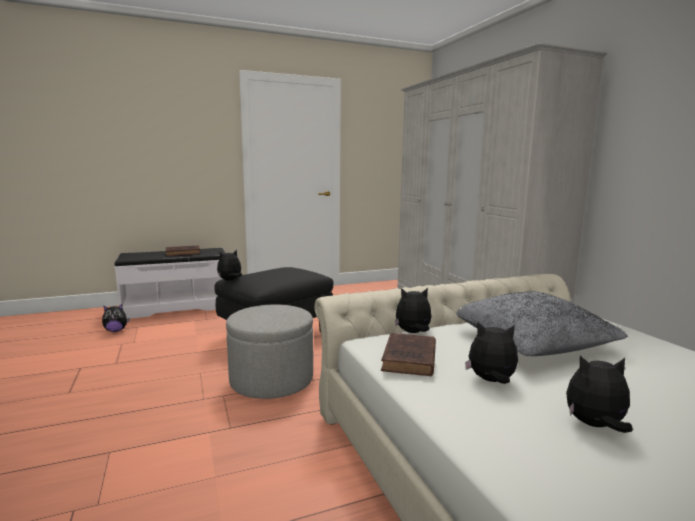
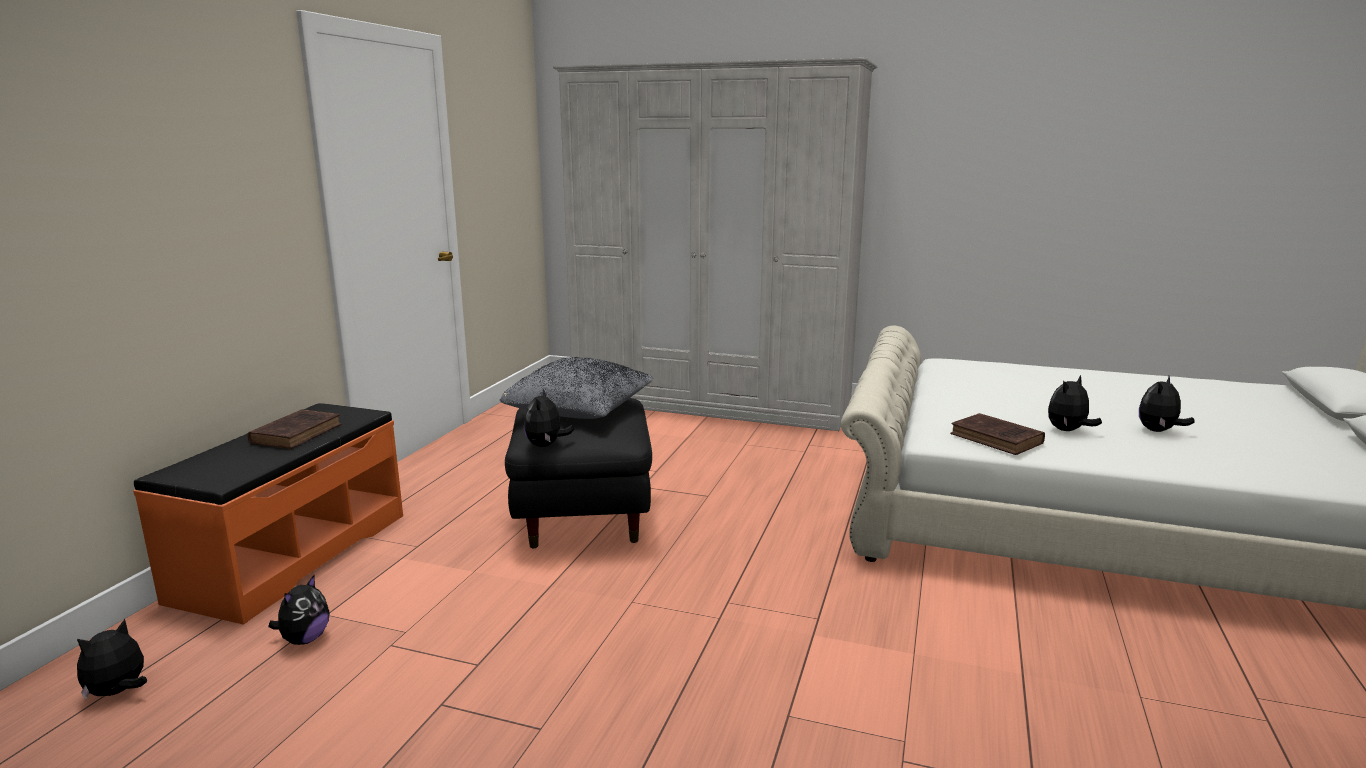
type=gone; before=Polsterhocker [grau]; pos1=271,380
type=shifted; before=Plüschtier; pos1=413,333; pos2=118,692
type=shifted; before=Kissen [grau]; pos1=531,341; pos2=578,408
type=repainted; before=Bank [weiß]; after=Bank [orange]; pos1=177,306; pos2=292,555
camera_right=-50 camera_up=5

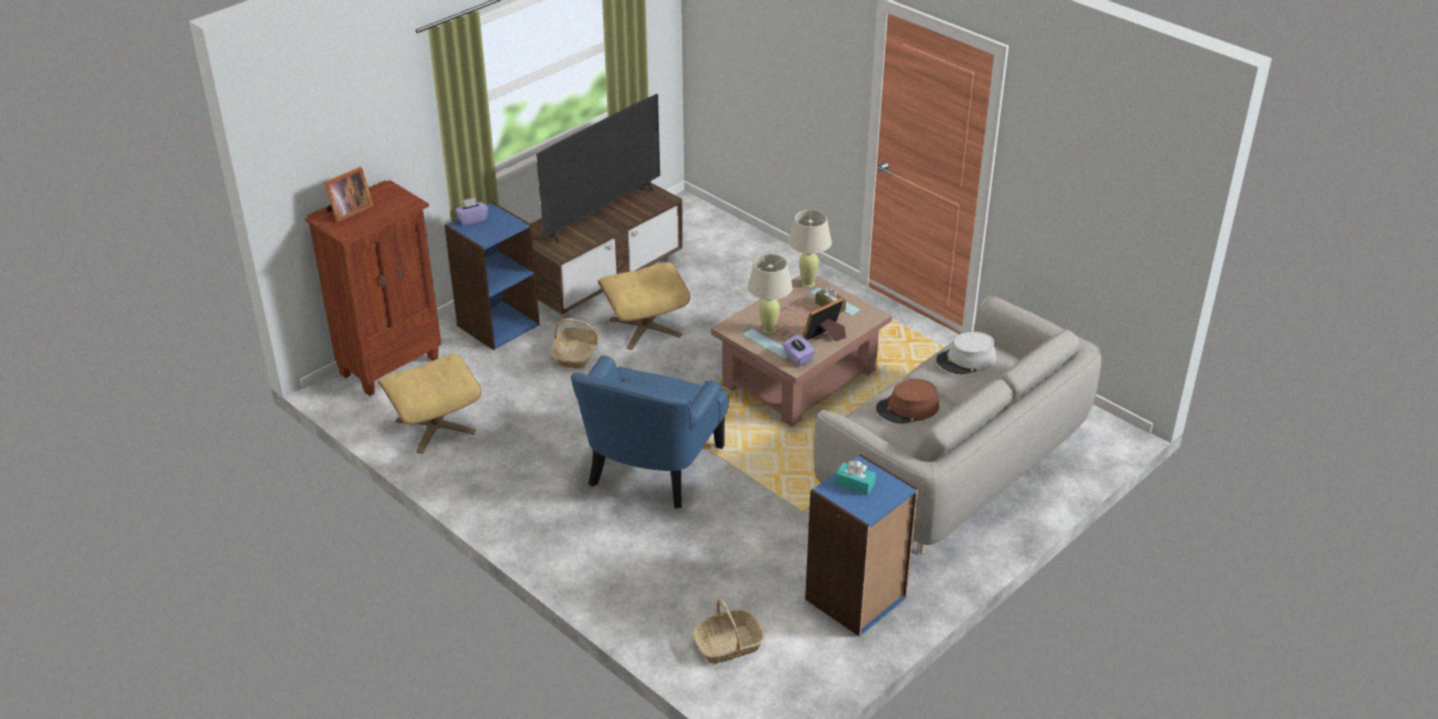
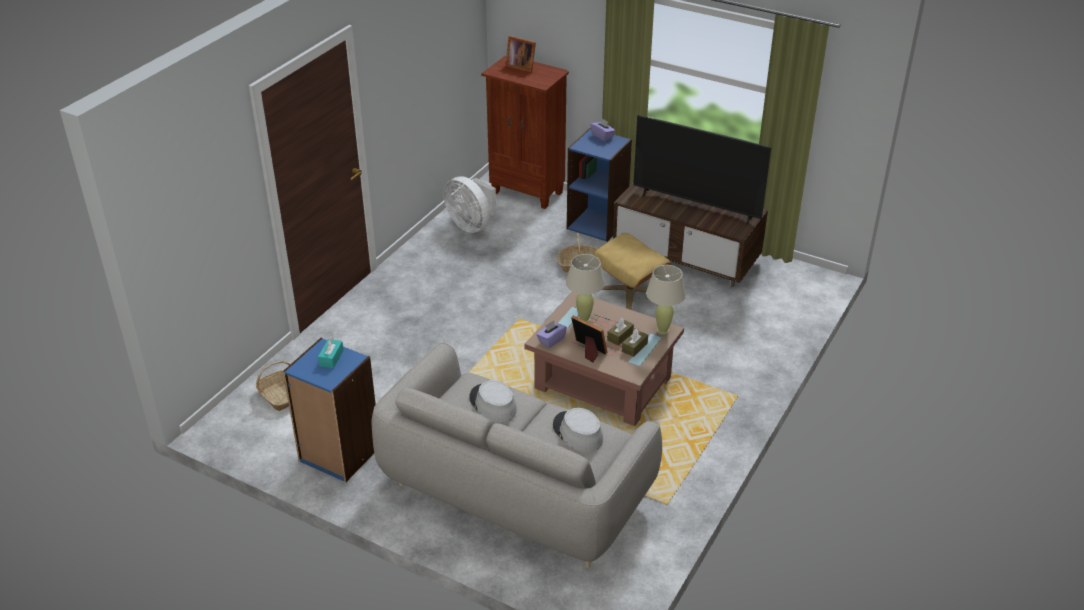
type=gone; before=Sessel [blau]; pos1=651,466
type=new; after=Taschentuchbox [braun]; pos2=620,336
type=swapped; before=Polsterhocker [beige]; after=Ventilator [weiß]; pos1=435,426; pos2=471,225
type=repainted; before=Hut [braun]; after=Hut [grau]; pos1=907,408; pos2=492,404
camera_right=75 camera_up=0

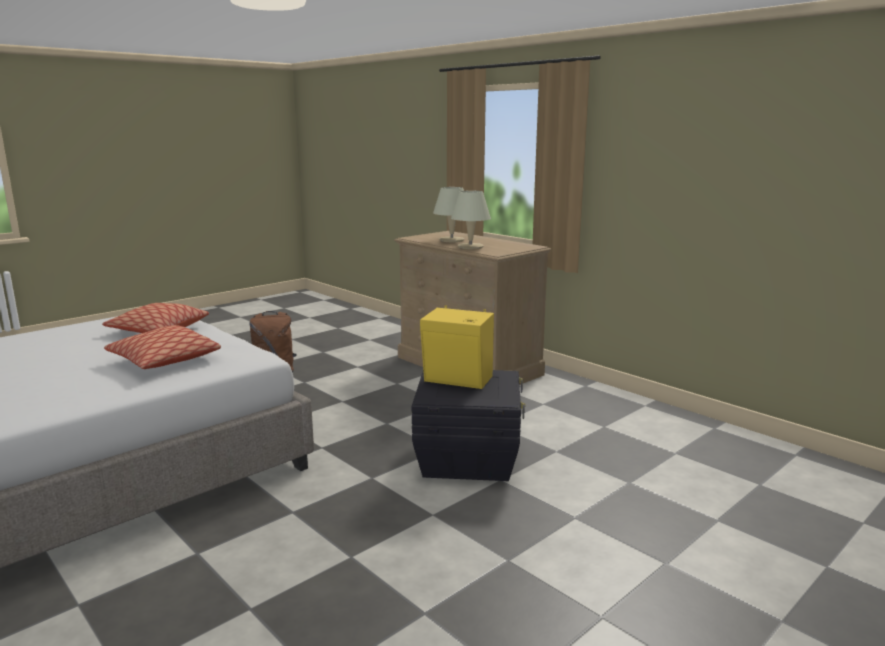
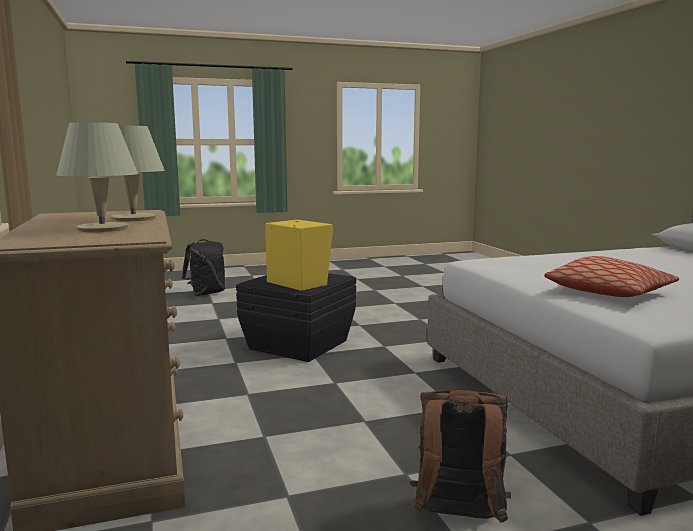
type=gone; before=Kissen; pos1=165,360
type=new; after=Rucksack [schwarz]; pos2=206,293
camera_right=-155 camera_up=-5

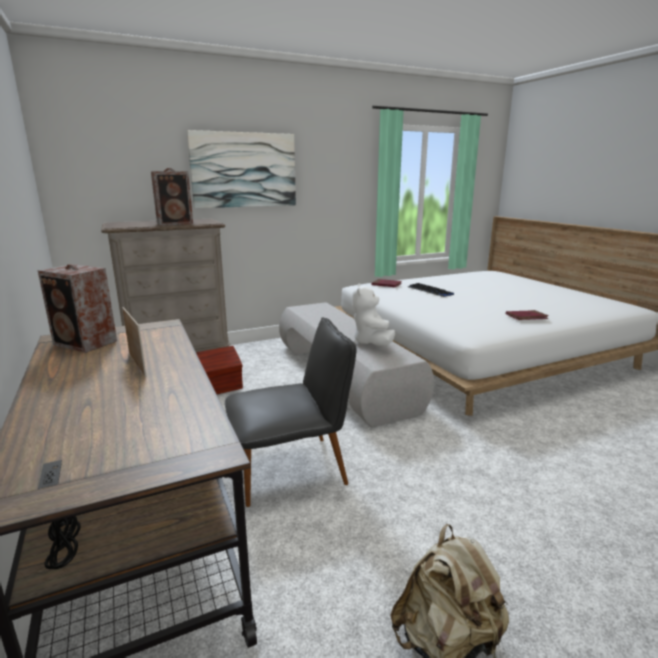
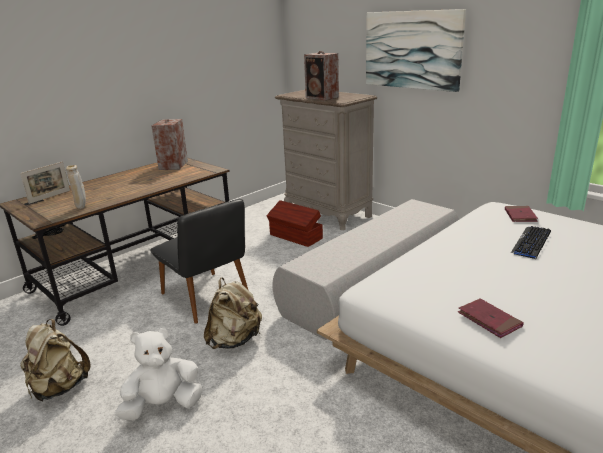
type=new; after=Vase [beige]; pos2=81,207
type=new; after=Rucksack [beige]; pos2=235,340
type=shifted; before=Bilderrahmen; pos1=137,364; pos2=50,197
type=shifted; before=Plüschtier [weiß]; pos1=372,343; pos2=163,405
camera_right=70 camera_up=5

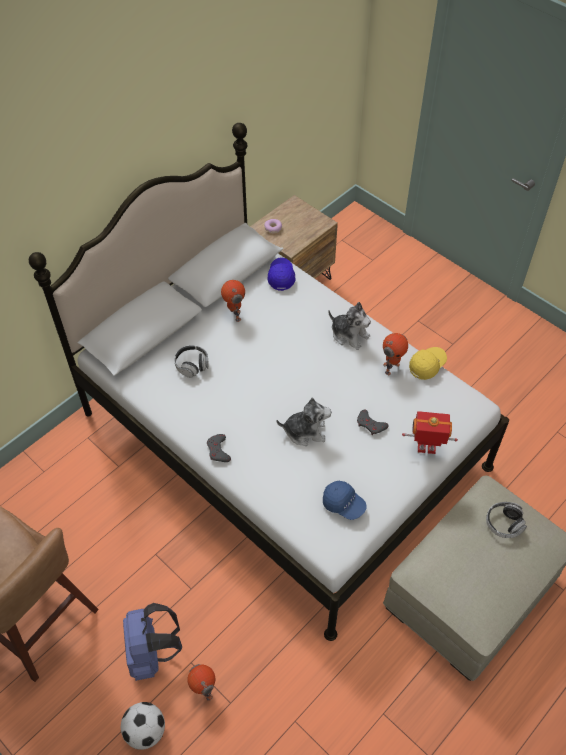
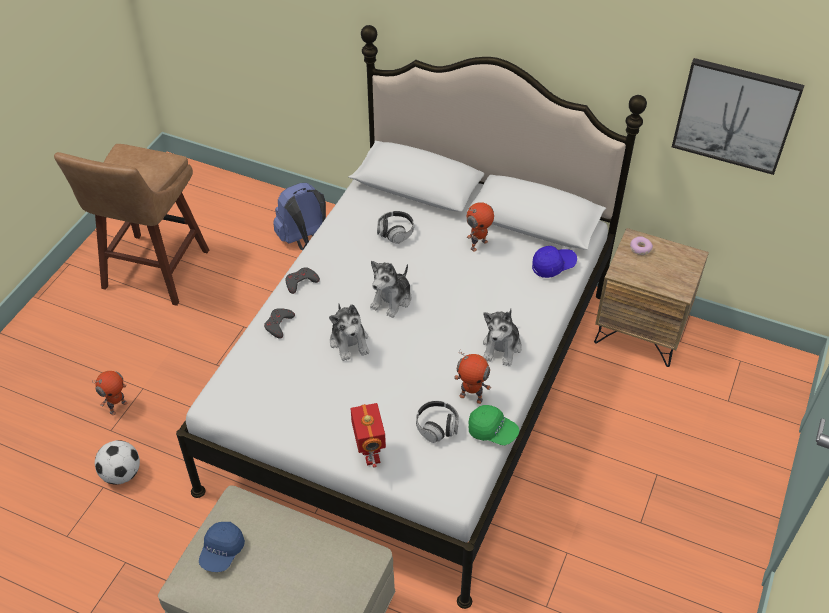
type=new; after=Plüschtier; pos2=392,299
type=new; after=Bild; pos2=735,115
type=shifted; before=Fußball; pos1=145,731; pos2=121,474
type=shifted; before=Rucksack [blau]; pos1=152,653; pos2=304,240
type=shifted; before=Kappe [blau]; pos1=343,504; pos2=222,551
type=shifted; before=Gamepad [grau]; pos1=370,424; pos2=278,324
type=shifted; before=Kopfhörer; pos1=503,524; pos2=437,427
type=repainted; before=Kappe [gelb]; after=Kappe [grün]; pos1=427,365; pos2=492,431
camera_right=70 camera_up=-5

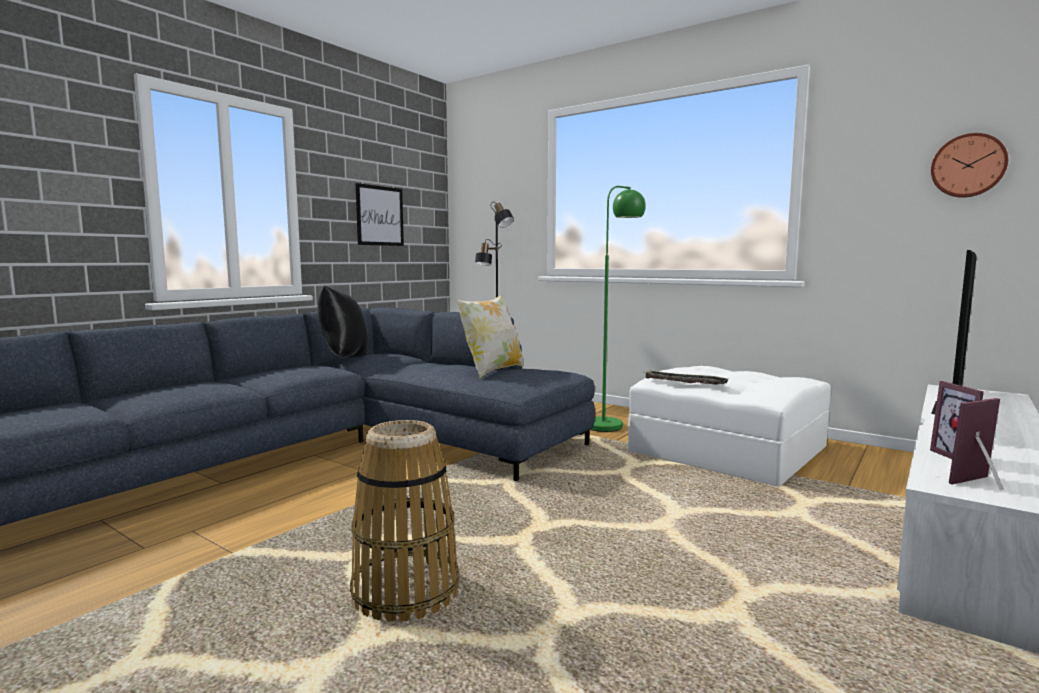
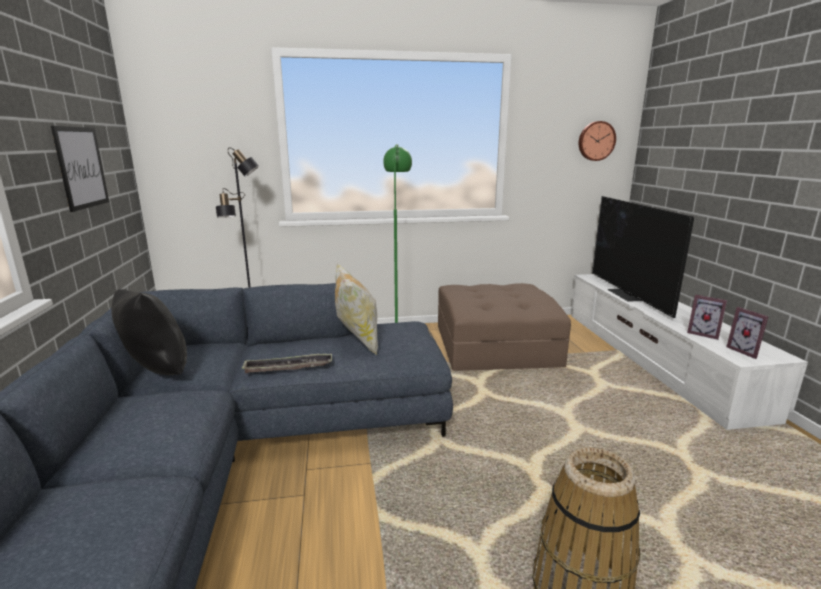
type=shifted; before=Tablett; pos1=684,382; pos2=288,367
type=repainted; before=Polsterhocker [weiß]; after=Polsterhocker [braun]; pos1=729,449; pos2=496,345
type=rotated; before=Bilderrahmen; pos1=983,485; pos2=746,351; turn=-45
camera_right=-45 camera_up=10

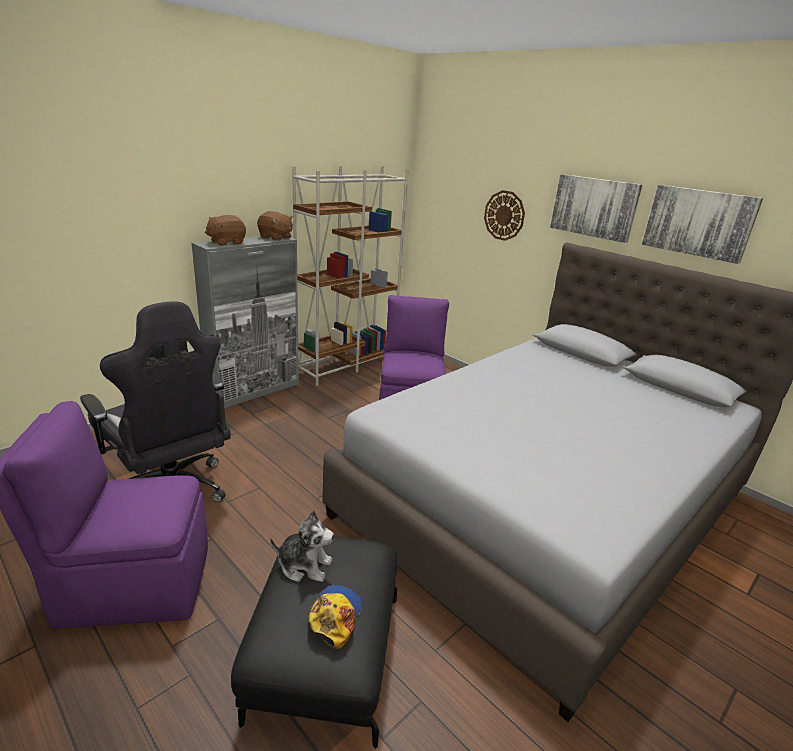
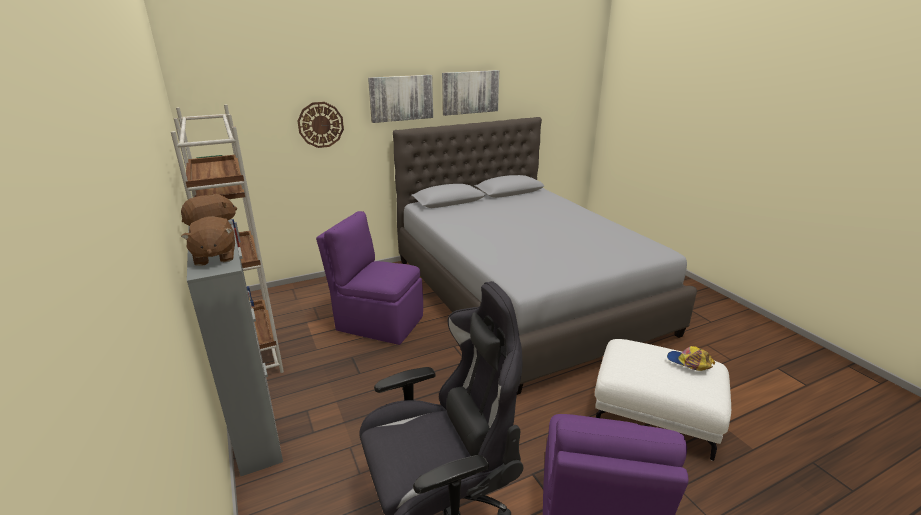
type=gone; before=Plüschtier; pos1=304,565
type=repainted; before=Polsterhocker [schwarz]; after=Polsterhocker [weiß]; pos1=324,655; pos2=654,415
camera_right=-70 camera_up=0

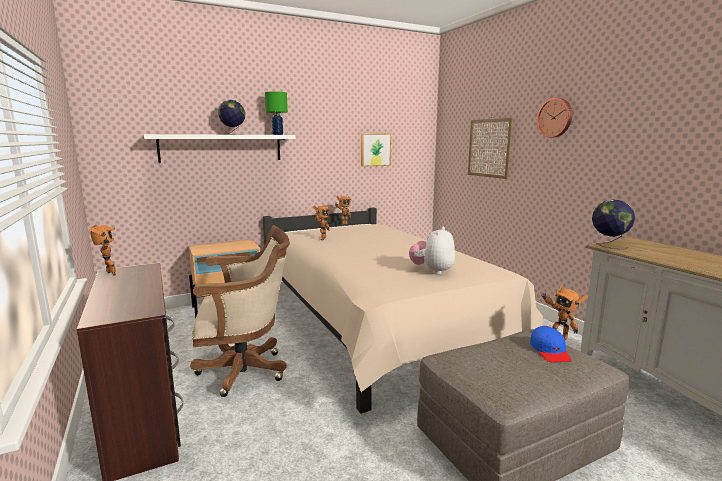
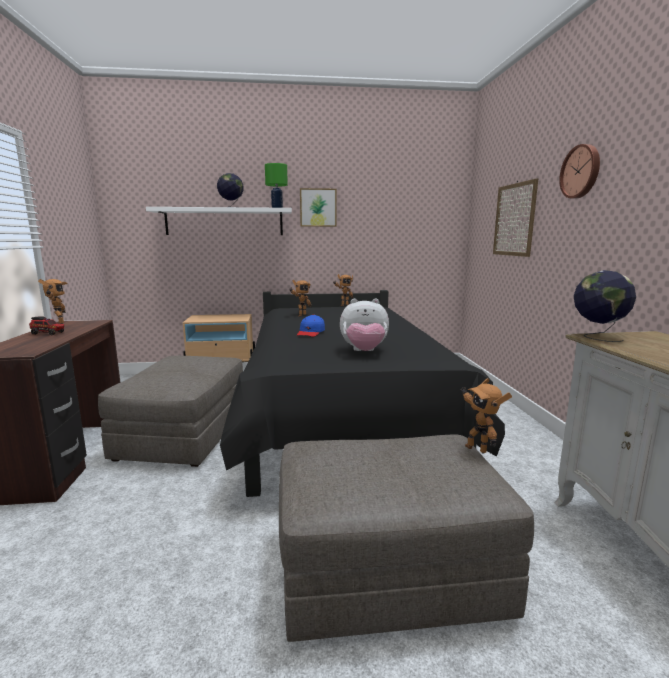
type=new; after=Spielzeuglaster; pos2=48,333
type=shifted; before=Bild; pos1=375,149; pos2=318,207
type=shifted; before=Kappe [blau]; pos1=550,351; pos2=311,332
type=swapped; before=Bürostuhl; after=Polsterhocker [grau]; pos1=246,371; pos2=184,435
type=repainted; before=Bett [beige]; after=Bett [schwarz]; pos1=374,327; pos2=340,414
type=rotated; before=Plüschtier; pos1=432,271; pos2=364,352; turn=-135
camera_right=20 camera_up=0

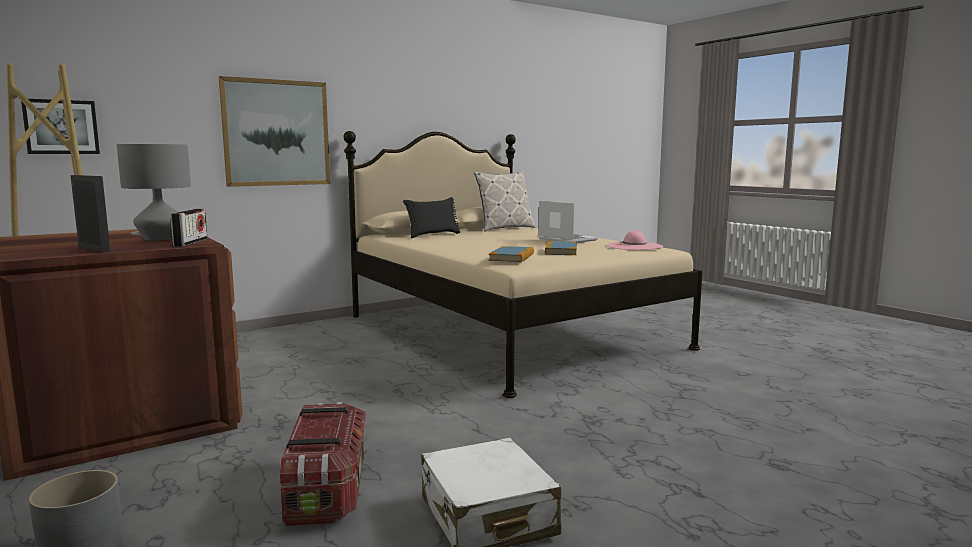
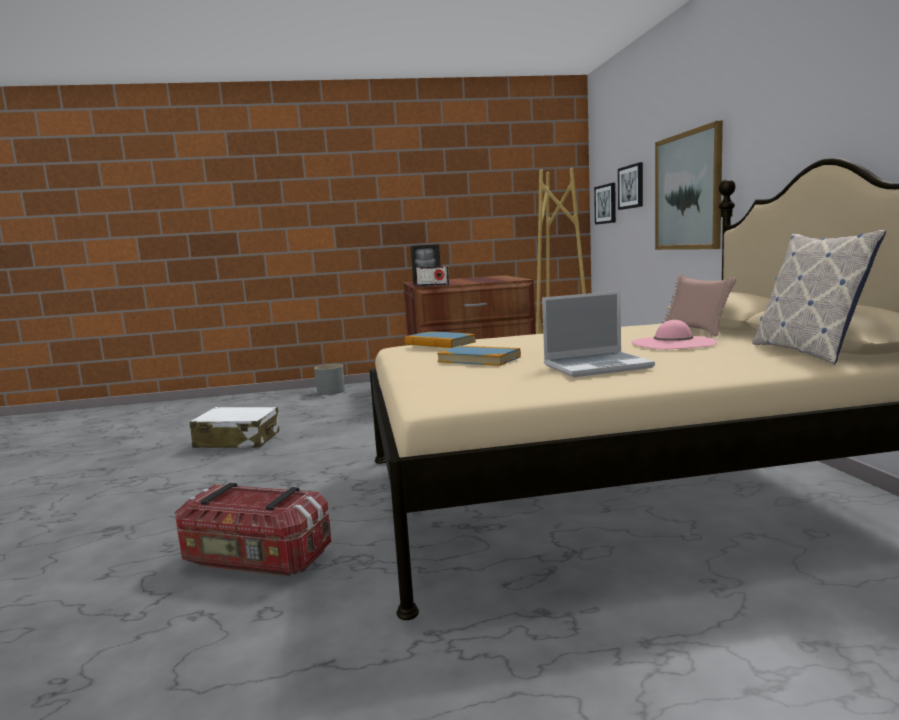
type=gone; before=Tischlampe [grau]; pos1=159,236
type=new; after=Bild; pos2=631,187
type=shifted; before=Aufbewahrungsbox; pos1=327,488; pos2=255,559
type=shifted; before=Hut [rosa]; pos1=634,246; pos2=673,343
type=repainted; before=Kissen [schwarz]; after=Kissen [beige]; pos1=433,235; pos2=696,331
camera_right=115 camera_up=0

